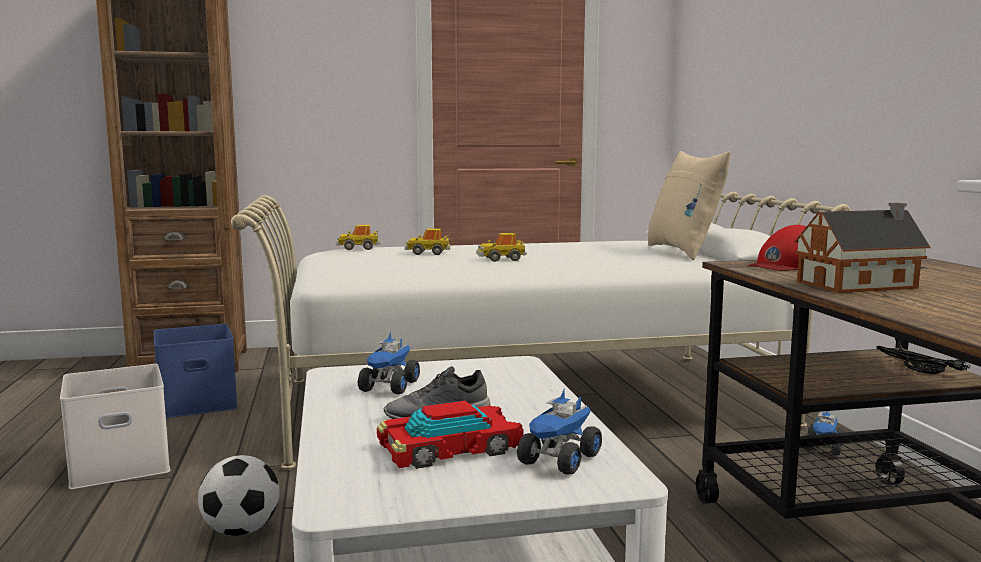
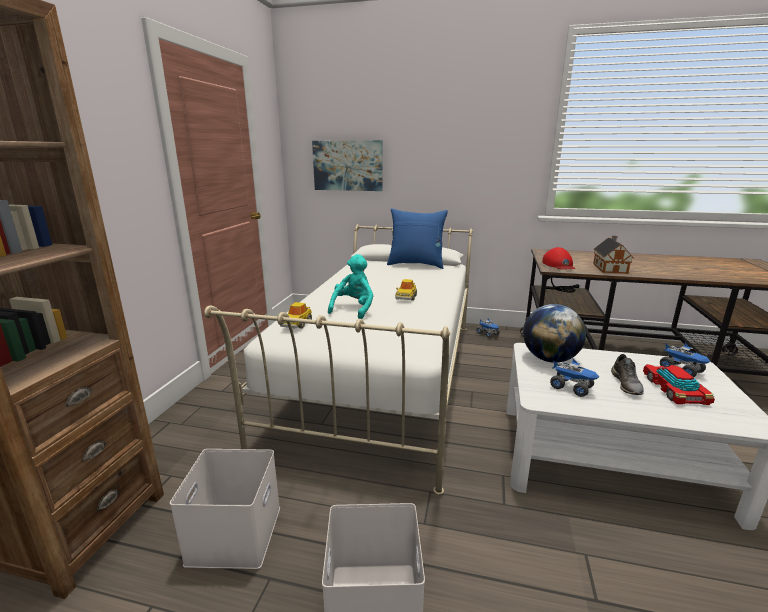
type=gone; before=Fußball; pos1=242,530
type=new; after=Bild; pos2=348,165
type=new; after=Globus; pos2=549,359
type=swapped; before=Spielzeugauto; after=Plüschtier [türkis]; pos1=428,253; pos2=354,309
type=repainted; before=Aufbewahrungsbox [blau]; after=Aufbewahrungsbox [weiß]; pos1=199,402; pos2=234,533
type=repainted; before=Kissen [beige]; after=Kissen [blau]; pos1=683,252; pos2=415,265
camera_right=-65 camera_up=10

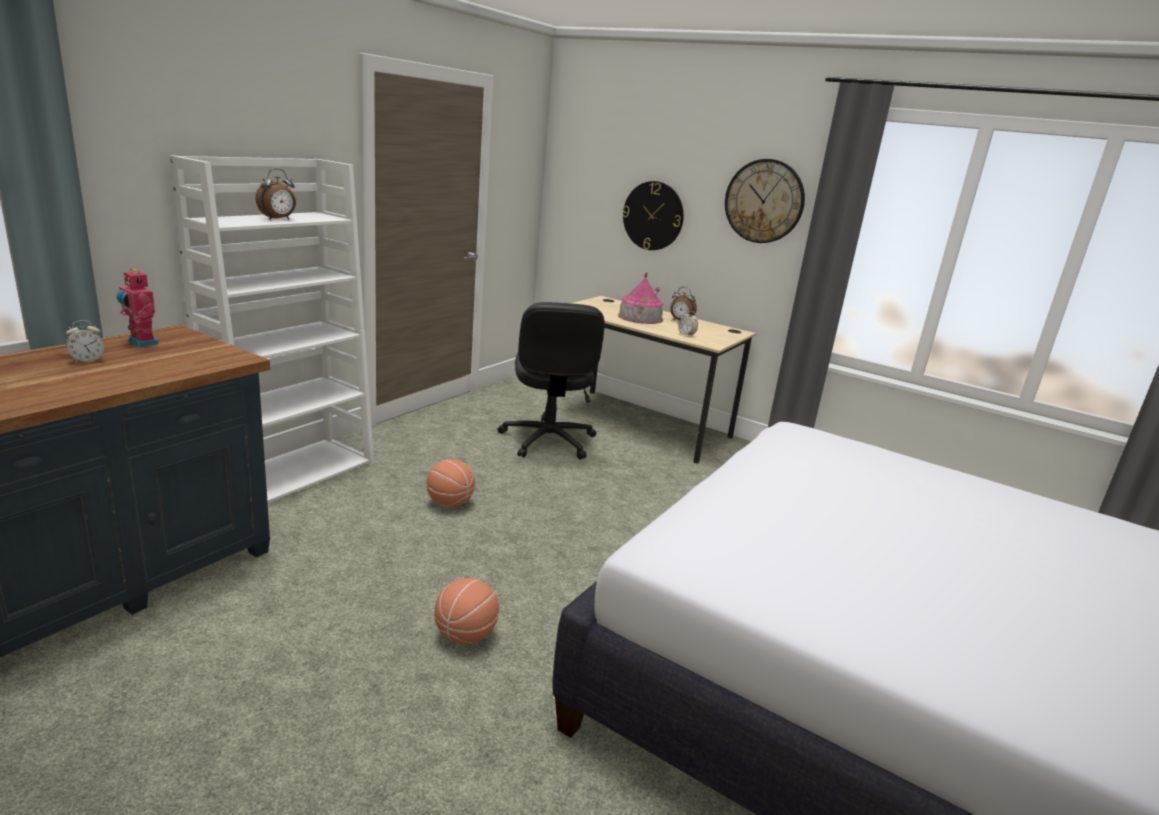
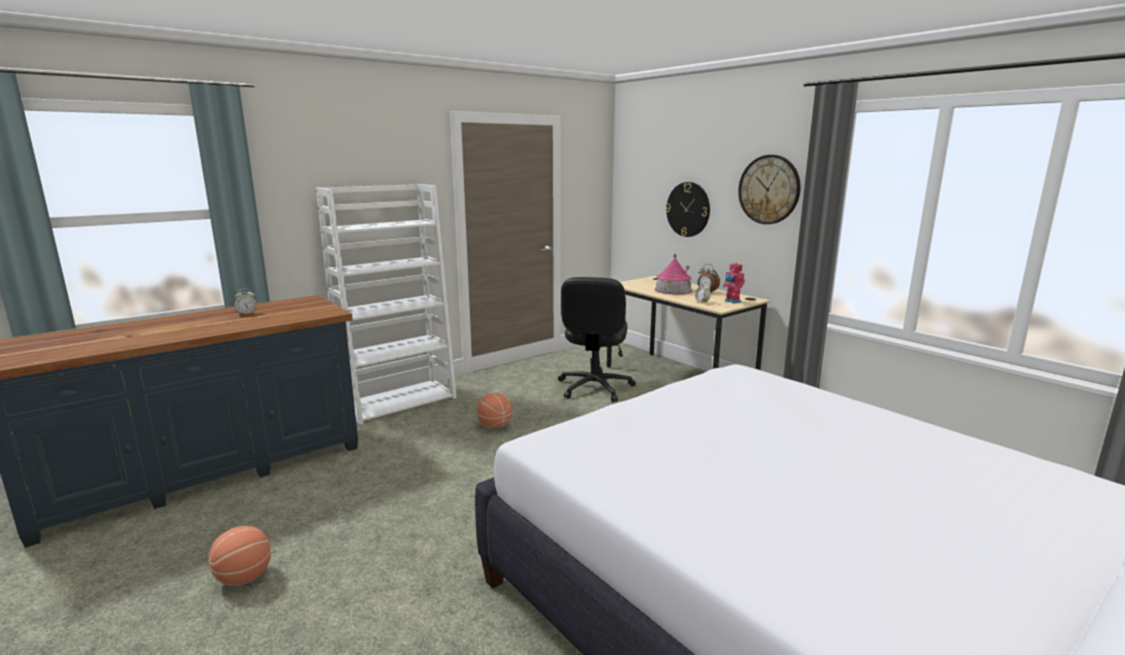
type=gone; before=Wecker; pos1=278,219
type=shifted; before=Spielzeugroboter; pos1=141,342; pos2=732,301
type=shifted; before=Basketball; pos1=465,635; pos2=244,577
camera_right=20 camera_up=-5

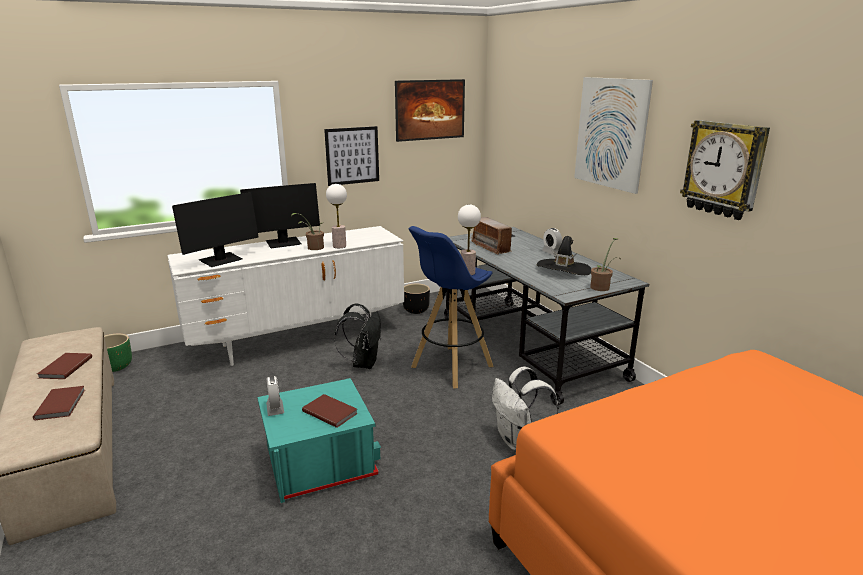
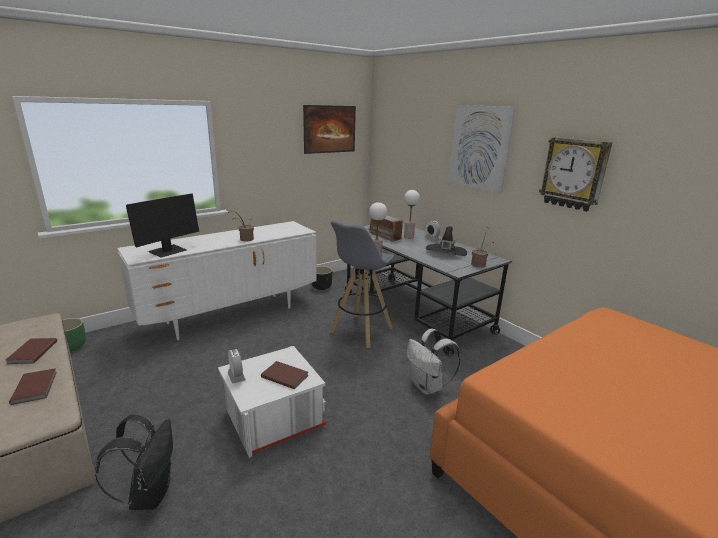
type=gone; before=Monitor; pos1=283,243
type=gone; before=Bild; pos1=352,155
type=shifted; before=Tischlampe; pos1=339,246; pos2=409,236
type=shifted; before=Rucksack [schwarz]; pos1=363,363; pos2=149,493
type=repainted; before=Aufbewahrungsbox [türkis]; after=Aufbewahrungsbox [weiß]; pos1=319,462; pos2=273,418
type=repainted; before=Hocker [blau]; after=Hocker [grau]; pos1=450,367; pos2=359,331
camera_right=-10 camera_up=0

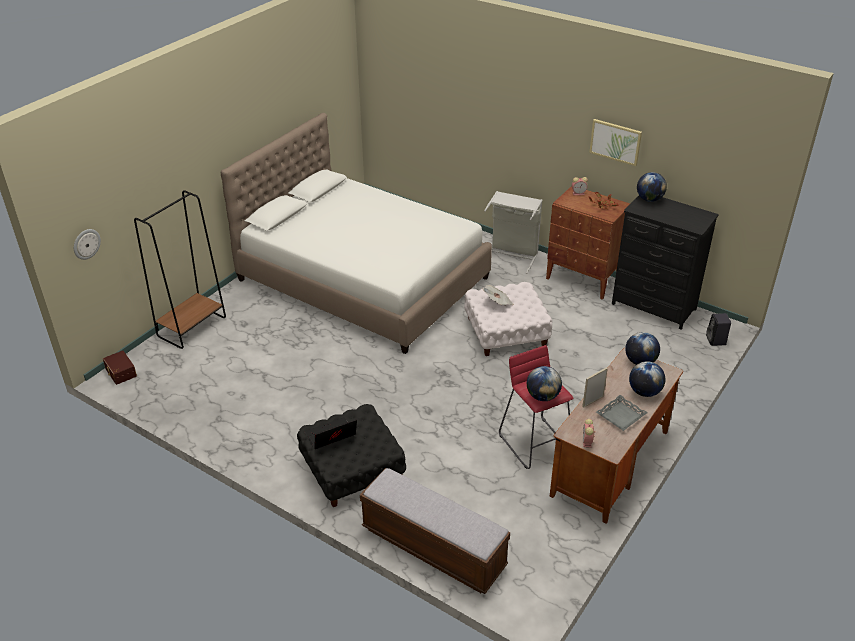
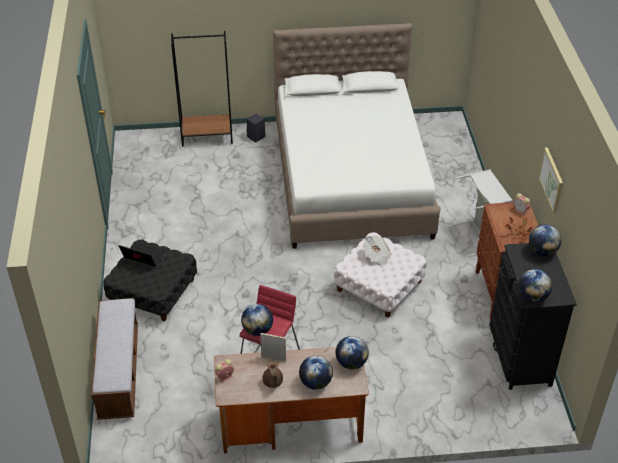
type=gone; before=Wanduhr; pos1=86,244
type=gone; before=Aufbewahrungsbox [braun]; pos1=120,373
type=new; after=Globus; pos2=532,297
type=shifted; before=Lautsprecher [schwarz]; pos1=716,341; pos2=256,137
type=swapped; before=Tablett [grau]; after=Teekanne [braun]; pos1=621,416; pos2=272,382
camera_right=50 camera_up=5

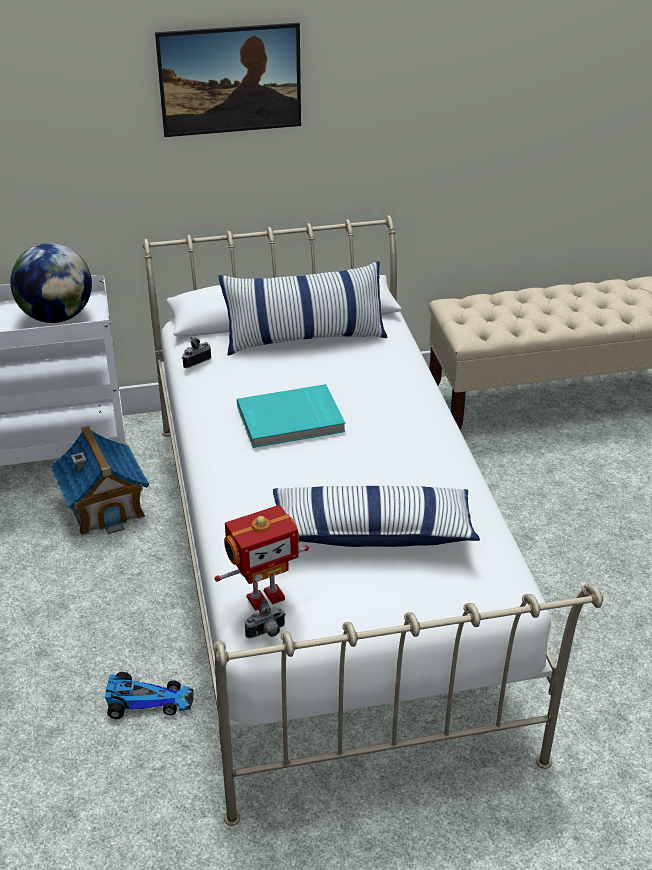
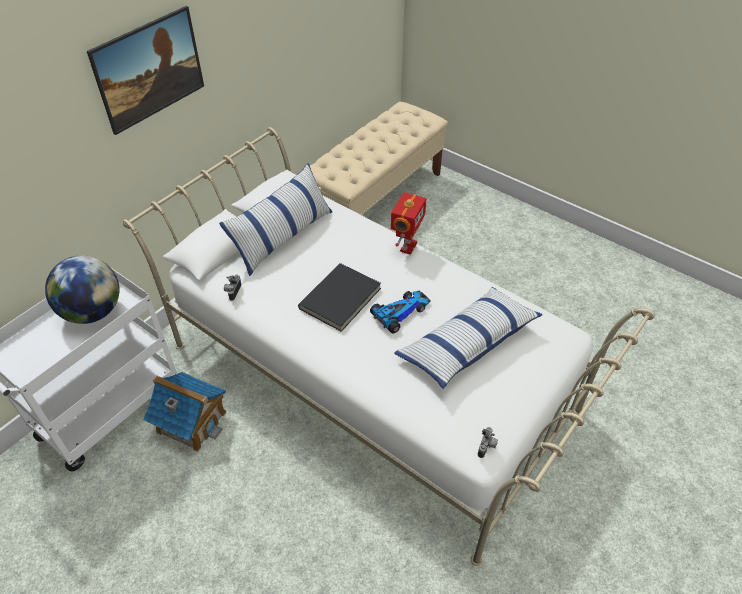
type=shifted; before=Spielzeugauto; pos1=147,700; pos2=399,312
type=shifted; before=Spielzeugroboter; pos1=264,596; pos2=407,246
type=repainted; before=Buch [türkis]; after=Buch [schwarz]; pos1=291,420; pos2=341,299
camera_right=-40 camera_up=10

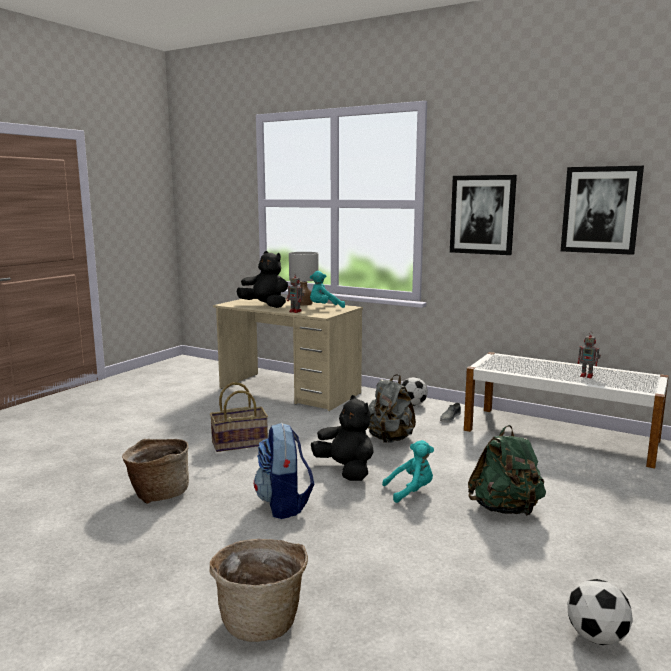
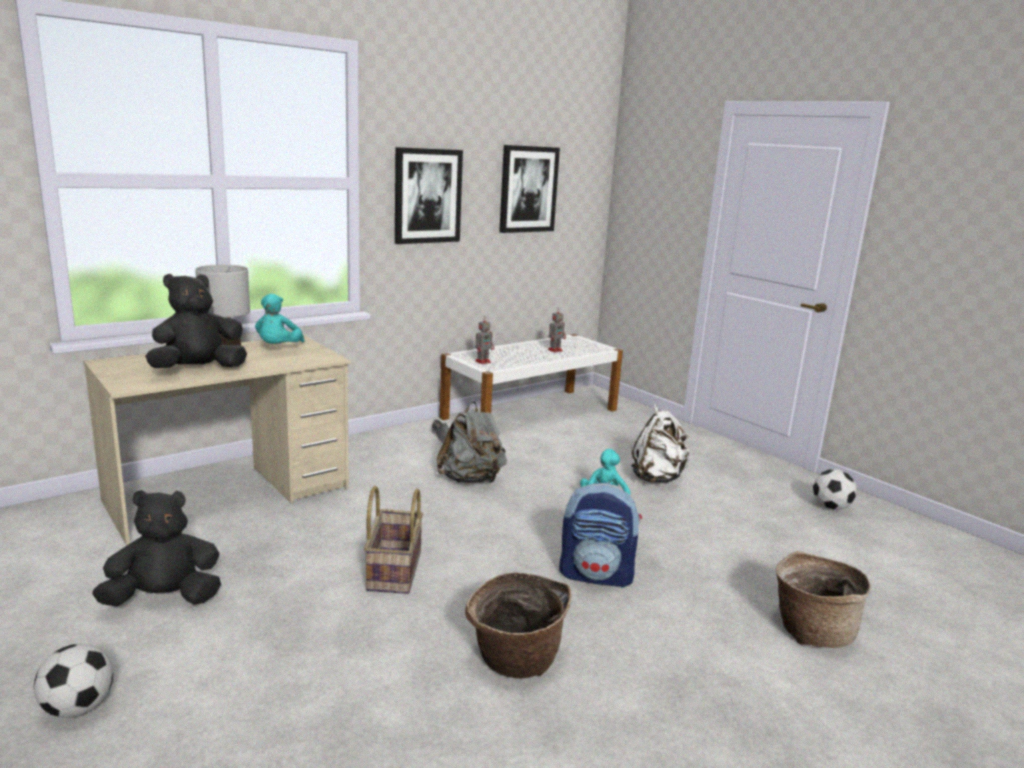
type=shifted; before=Spielzeugroboter; pos1=296,311; pos2=483,361
type=shifted; before=Plüschtier [schwarz]; pos1=346,470; pos2=164,599
type=shifted; before=Fußball; pos1=413,404; pos2=78,708
type=repainted; before=Rucksack [grün]; after=Rucksack [weiß]; pos1=505,509; pos2=657,478
camera_right=-70 camera_up=5

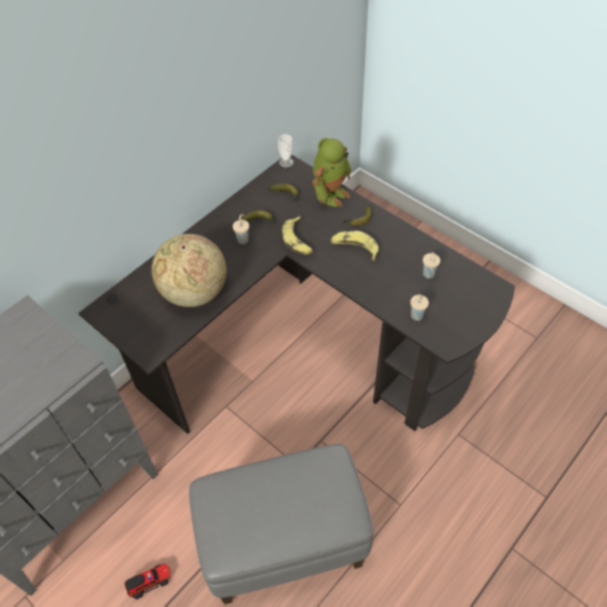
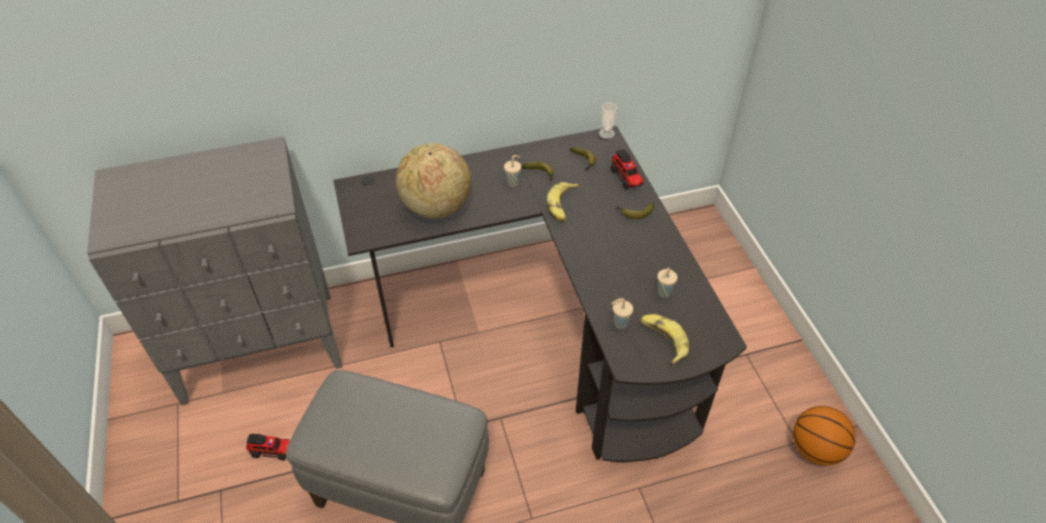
type=new; after=Basketball; pos2=815,449
type=shifted; before=Banane; pos1=354,248; pos2=663,340
type=swapped; before=Spielzeugroboter; after=Spielzeuglaster; pos1=331,194; pos2=626,178
camera_right=30 camera_up=-5

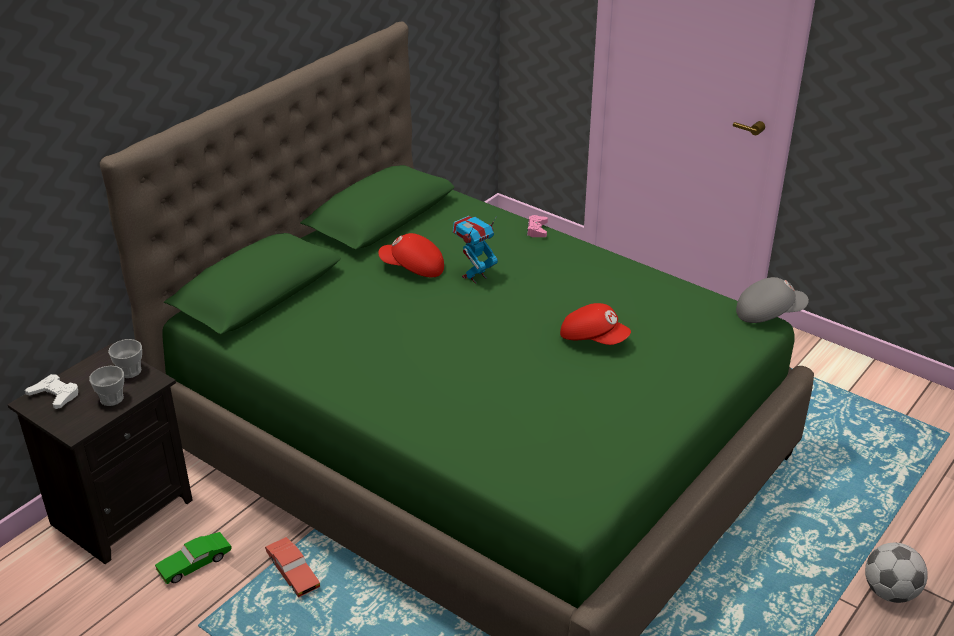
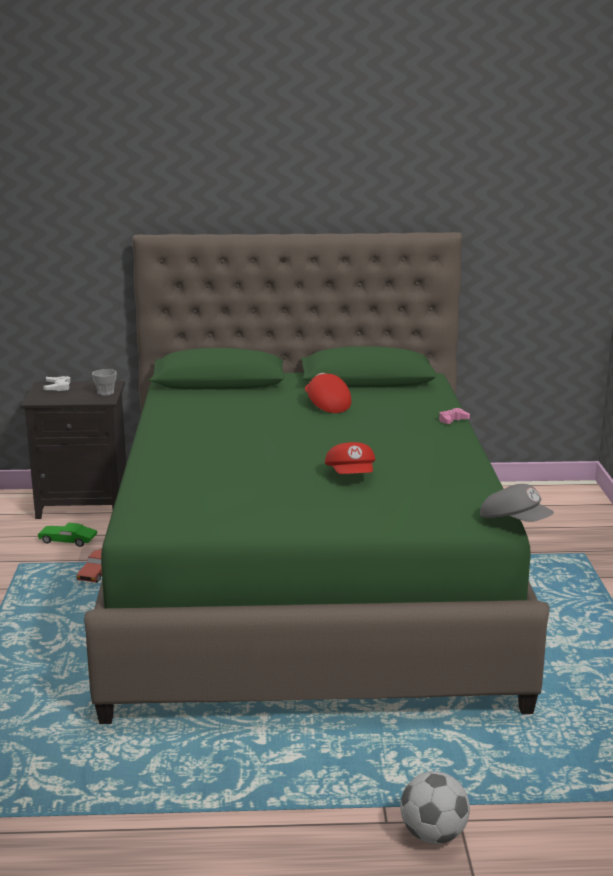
type=gone; before=Tasse; pos1=112,398
type=gone; before=Spielzeugroboter; pos1=474,277
camera_right=50 camera_up=-15

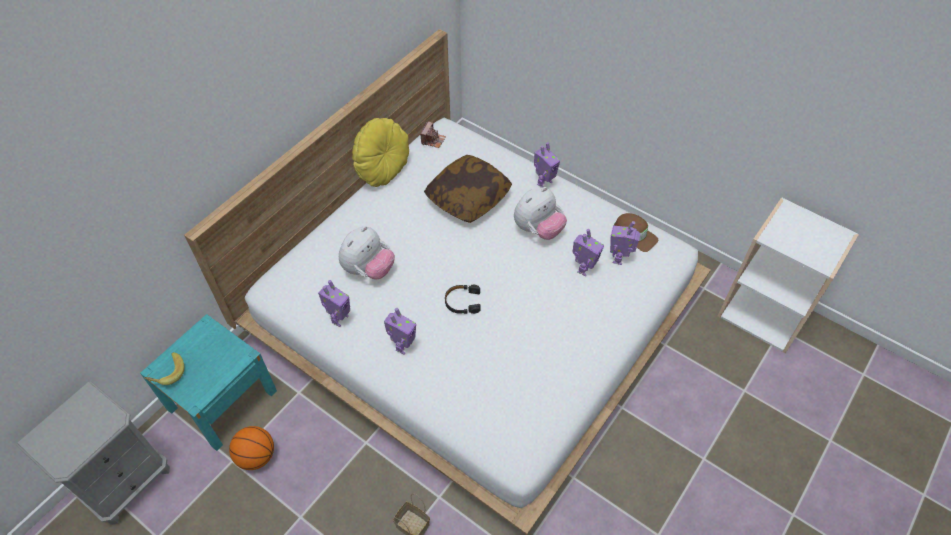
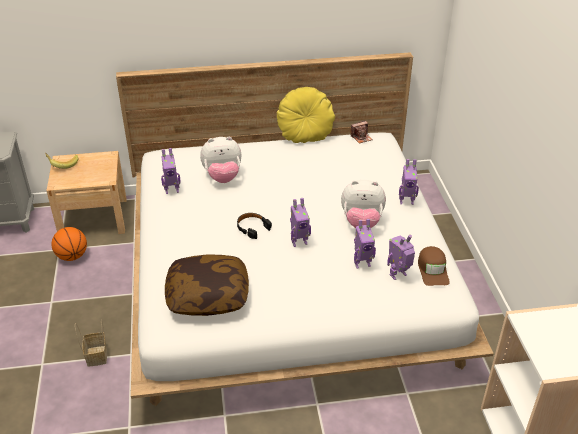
type=shifted; before=Spielzeugroboter; pos1=403,346; pos2=299,242
type=shifted; before=Kissen; pos1=468,197; pos2=208,296
type=repainted; before=Nachttisch [türkis]; after=Nachttisch [beige]; pos1=222,400; pos2=93,218
camera_right=45 camera_up=-15

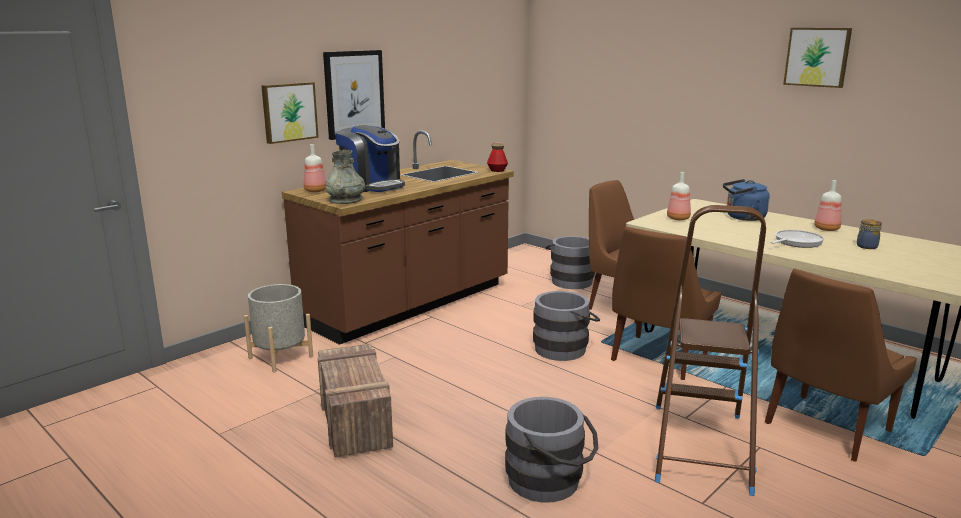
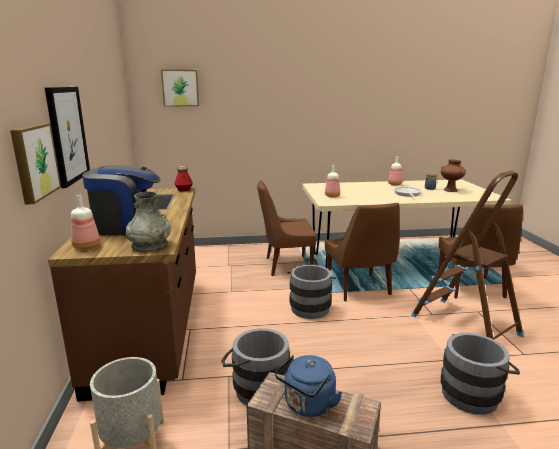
type=new; after=Vase [braun]; pos2=451,190
type=shifted; before=Eimer [grau]; pos1=570,280; pos2=256,388
type=shifted; before=Wasserkessel [blau]; pos1=743,217; pos2=307,405
type=shifted; before=Bild; pos1=817,57; pos2=180,88
camera_right=-50 camera_up=0

